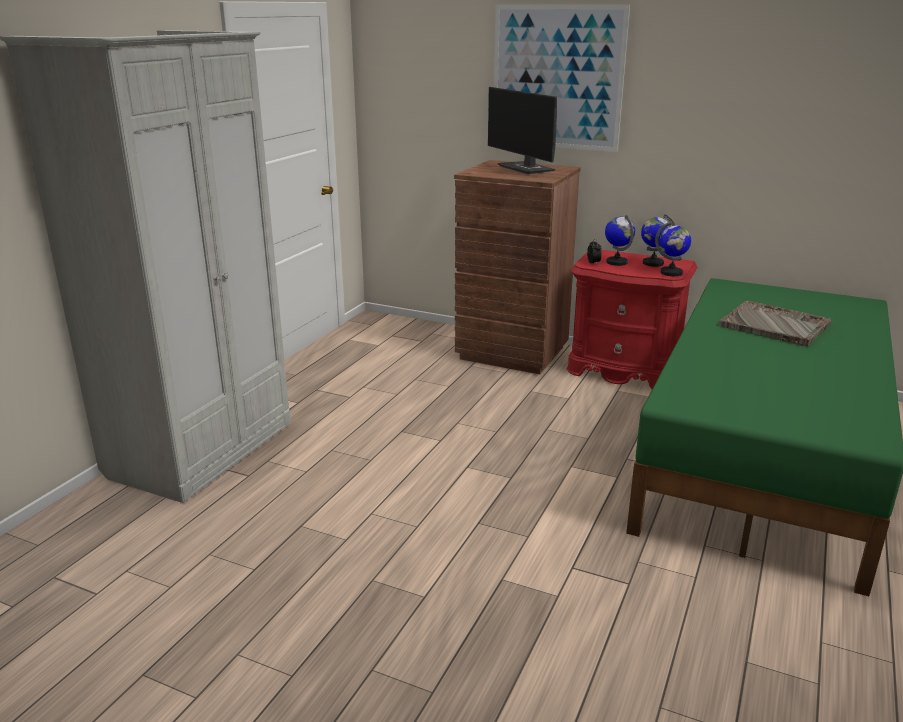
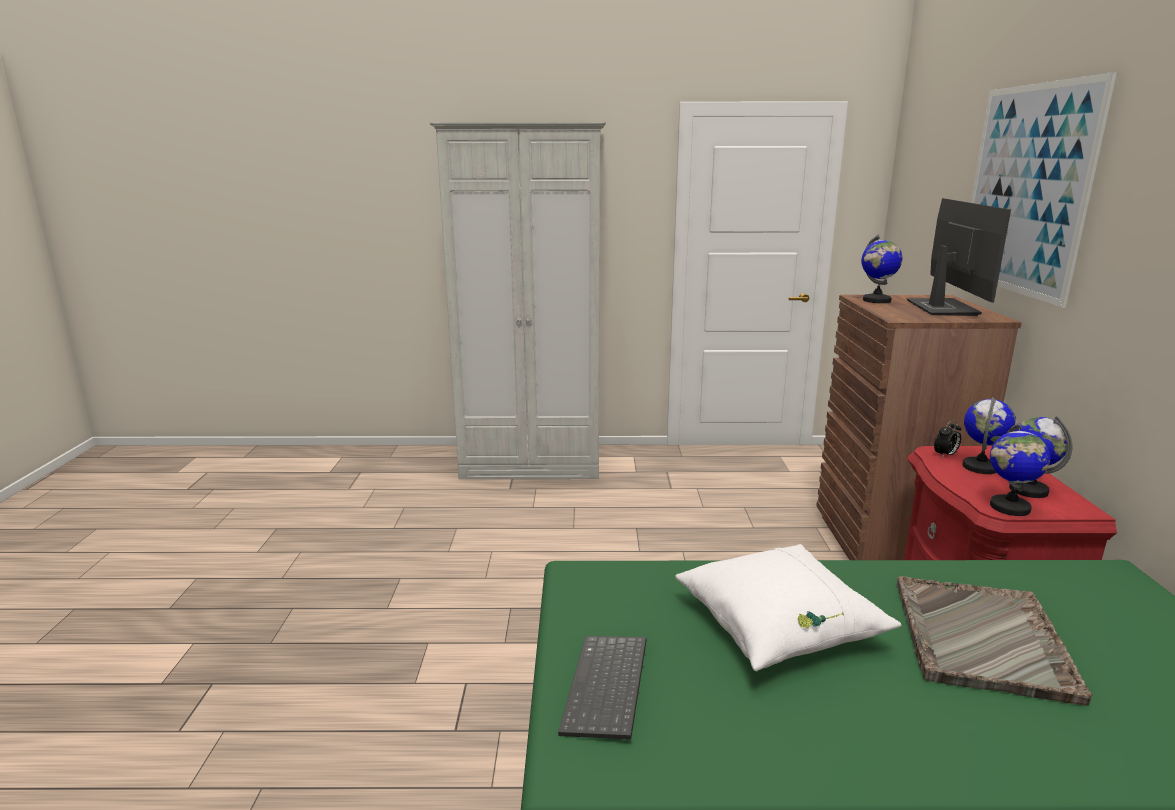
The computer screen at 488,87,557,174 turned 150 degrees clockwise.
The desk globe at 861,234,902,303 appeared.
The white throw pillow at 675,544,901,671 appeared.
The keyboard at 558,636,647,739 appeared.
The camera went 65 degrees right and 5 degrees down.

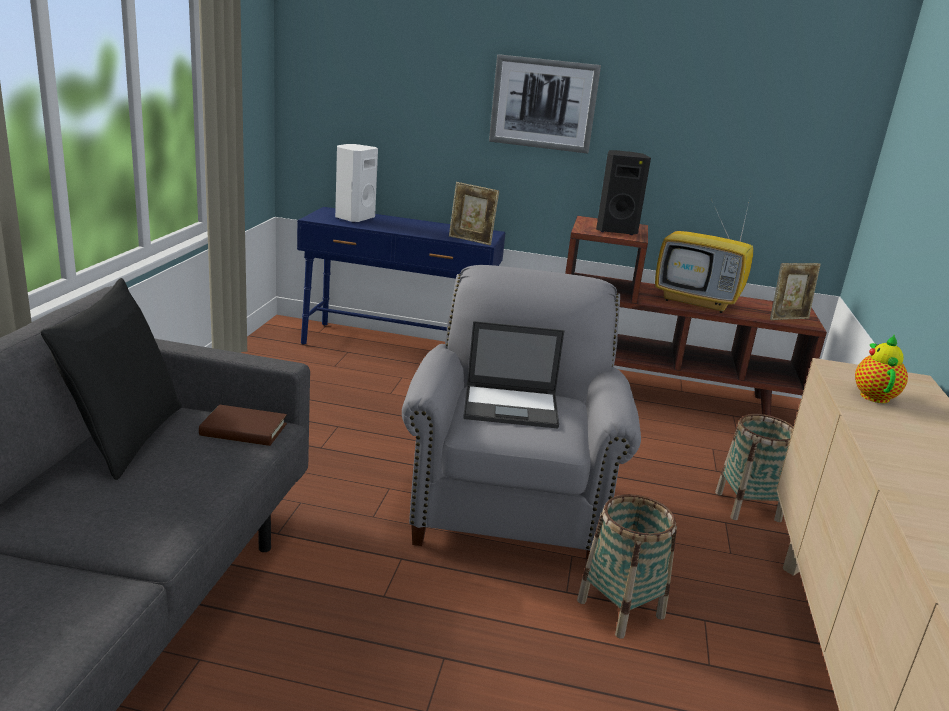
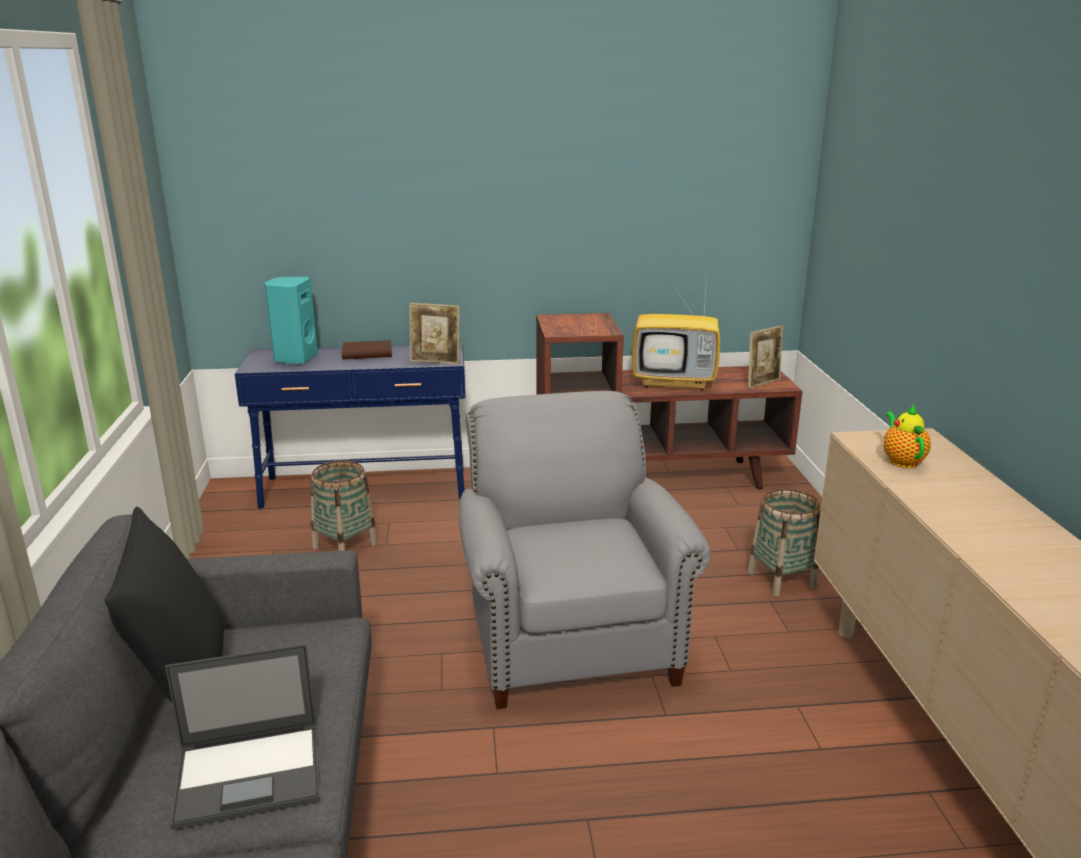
The picture at 489,54,601,153 disappeared.
The white loudspeaker at 335,144,378,223 became the turquoise loudspeaker at 264,277,318,365.
The black loudspeaker at 596,150,651,235 disappeared.
The portable computer moved from 463,321,565,429 to 165,644,320,830.
The brown volume moved from 199,405,287,446 to 342,340,392,360.
The household basket moved from 577,494,677,639 to 311,461,378,551.
The camera went 15 degrees left and 0 degrees up.

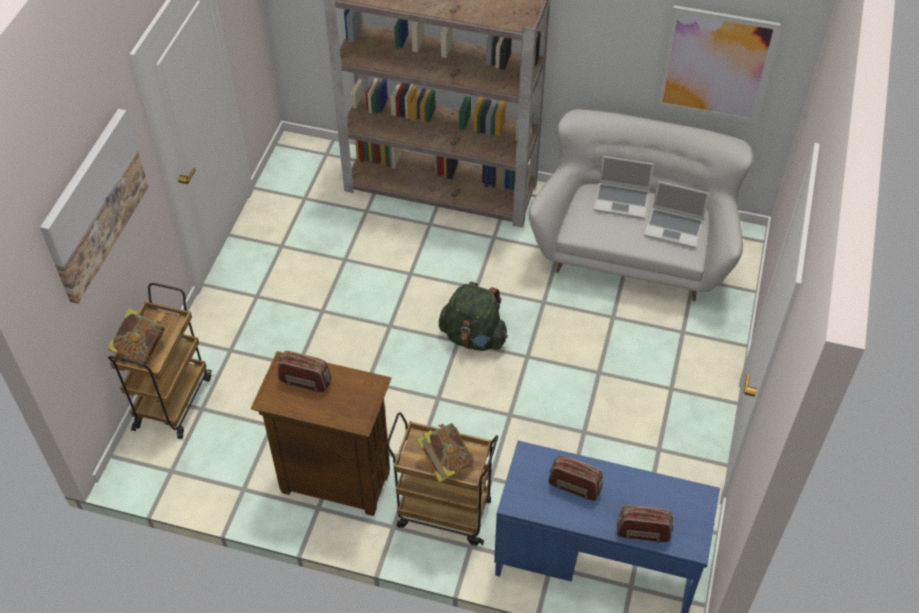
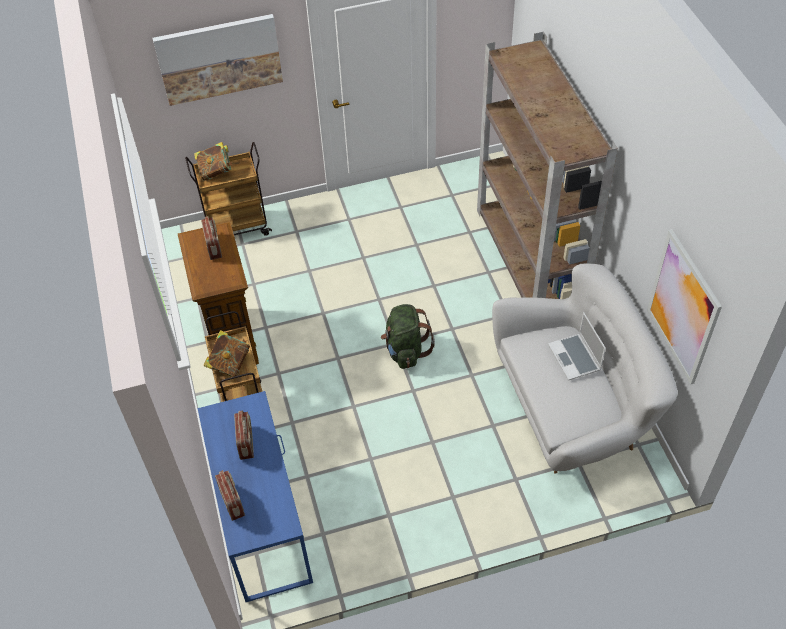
The portable computer at 644,181,709,248 disappeared.
The camera went 60 degrees right and 0 degrees up.

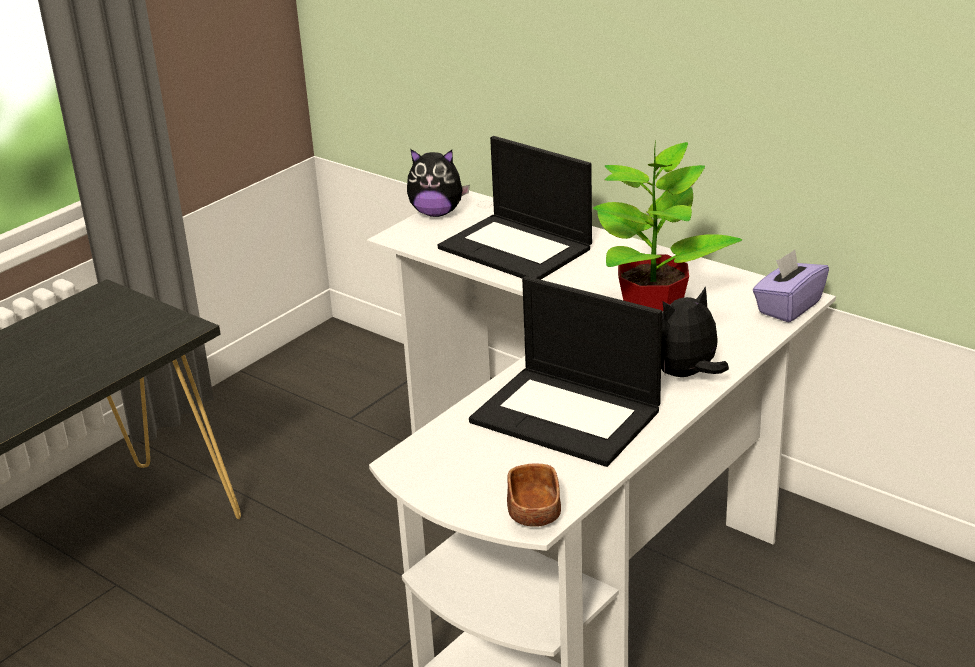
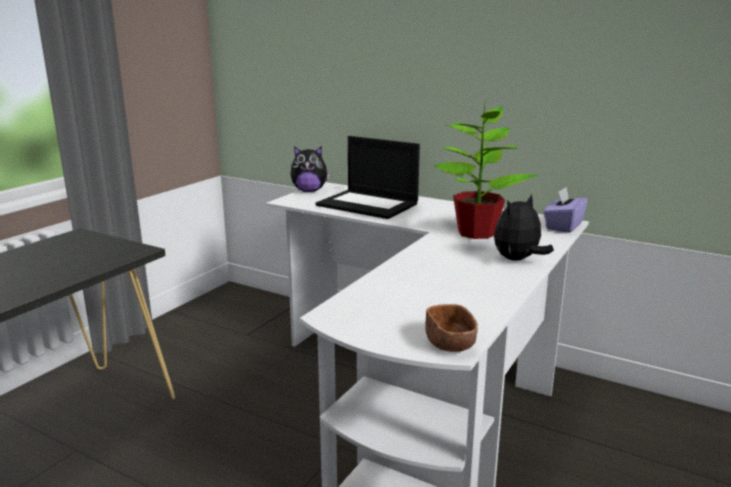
The portable computer at 469,276,662,467 disappeared.
The camera went 10 degrees left and 10 degrees down.

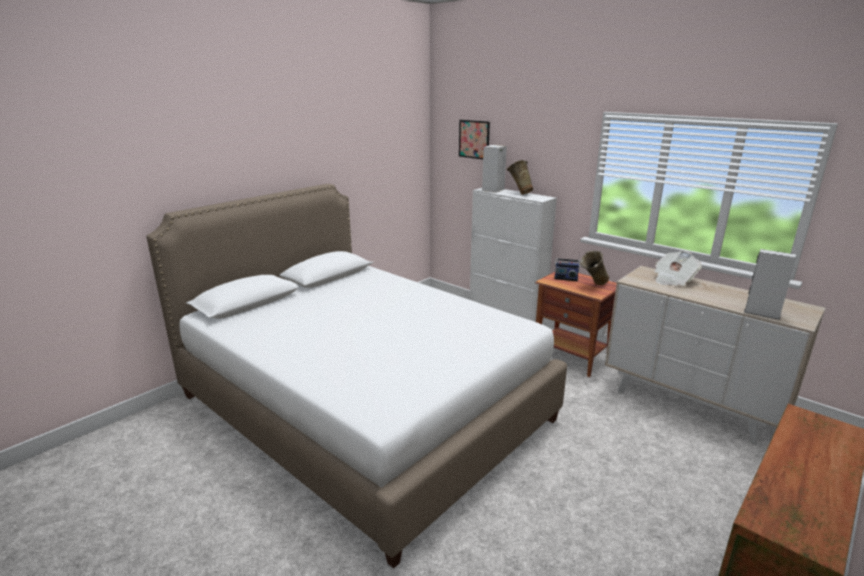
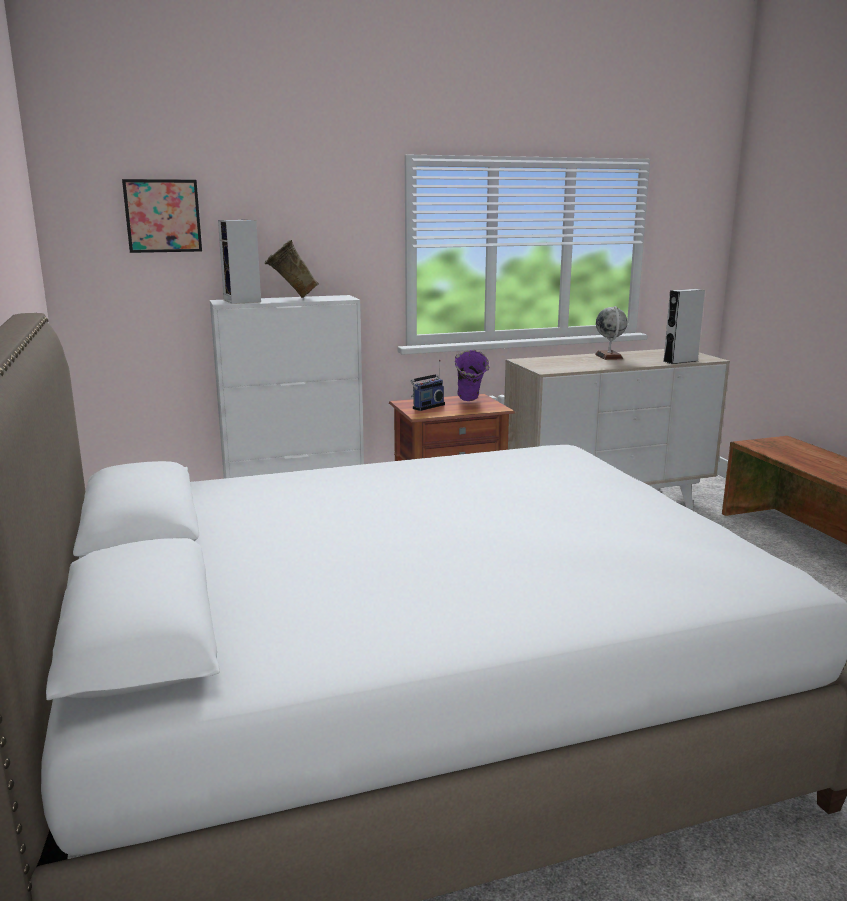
The beige-coloured decorative vase at 580,251,609,285 became the purple-coloured decorative vase at 455,350,490,401.
The newspaper at 654,251,702,286 disappeared.
The desk globe at 595,306,628,360 appeared.
The camera went 60 degrees left and 5 degrees down.

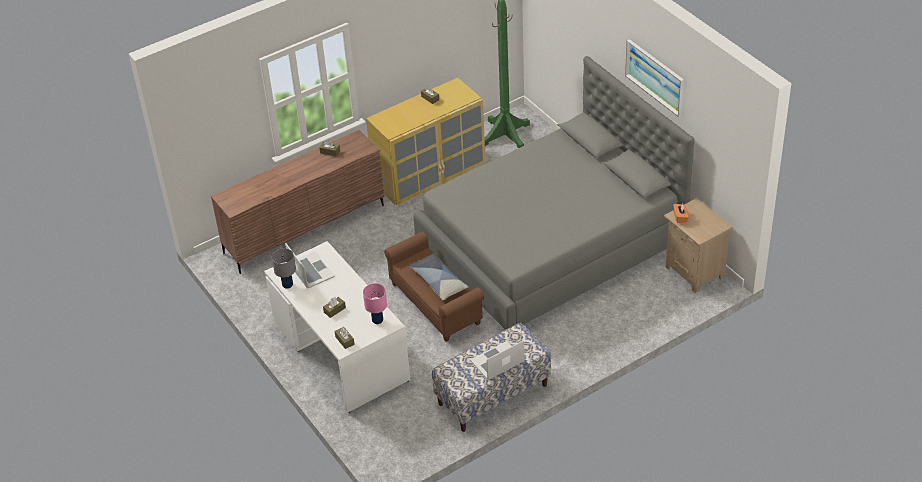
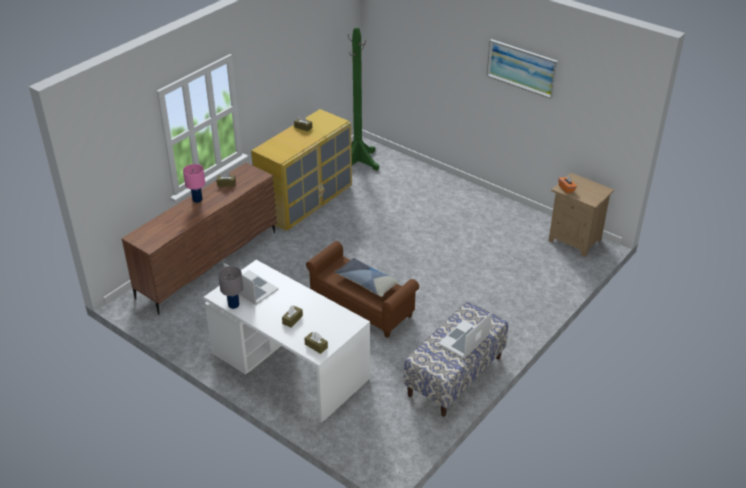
The grey sleeping bed at 413,56,694,330 disappeared.
The pink tabletop lamp moved from 363,283,387,324 to 183,164,205,203.
The camera went 20 degrees left and 5 degrees down.

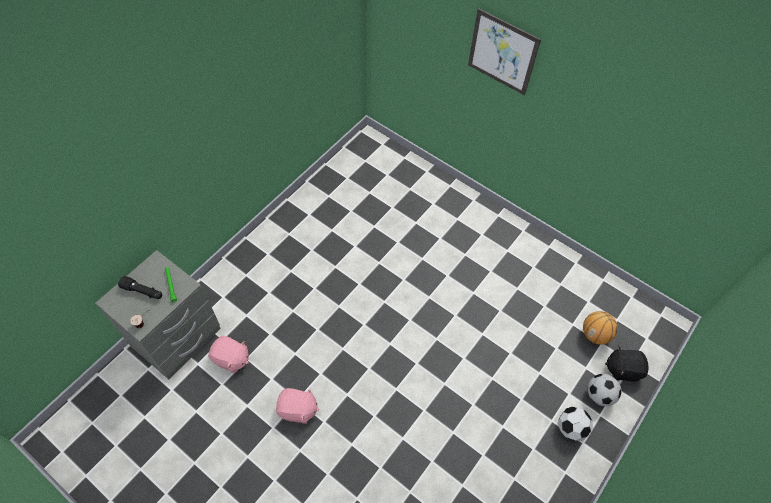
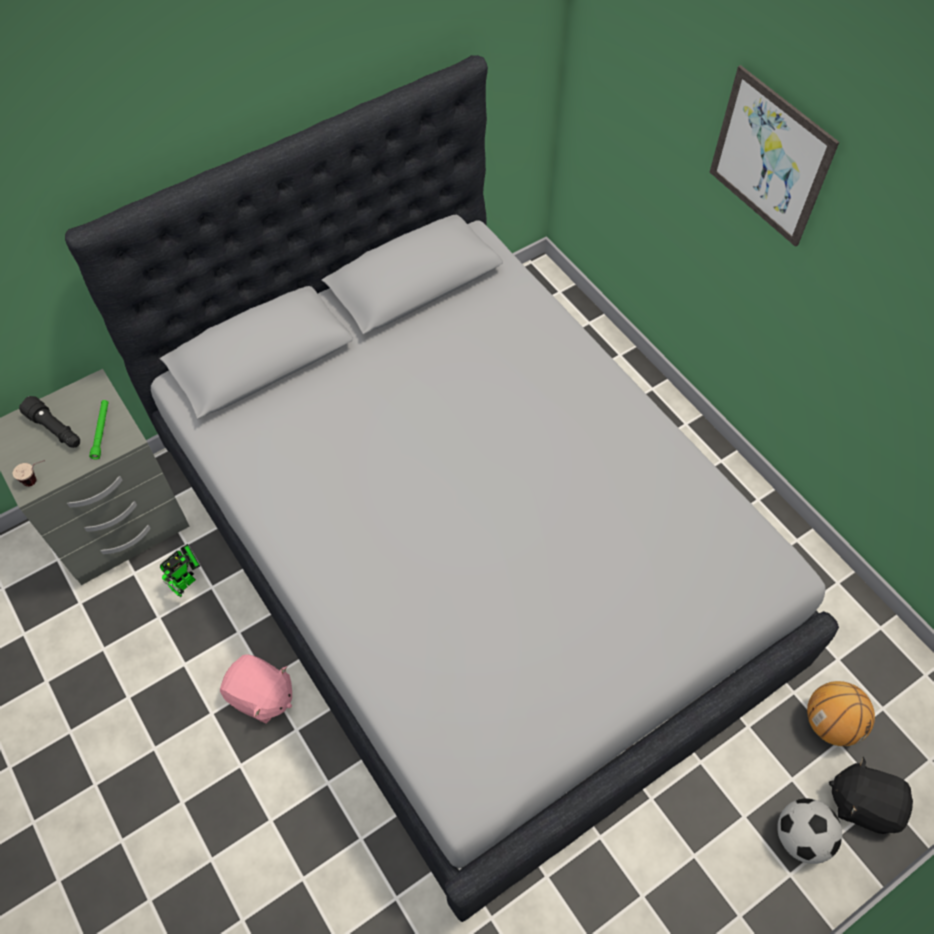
The pink soft toy at 208,336,249,373 was replaced by the toy robot at 160,544,200,597.
The football at 558,407,593,441 disappeared.
The grey sleeping bed at 65,55,839,922 appeared.
The camera went 20 degrees right and 0 degrees up.

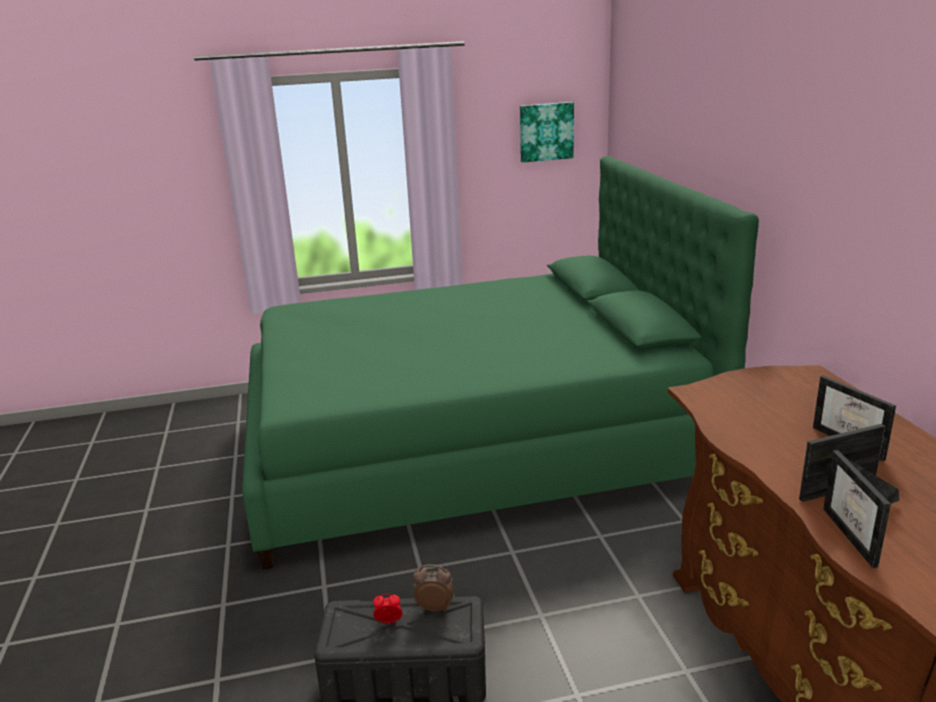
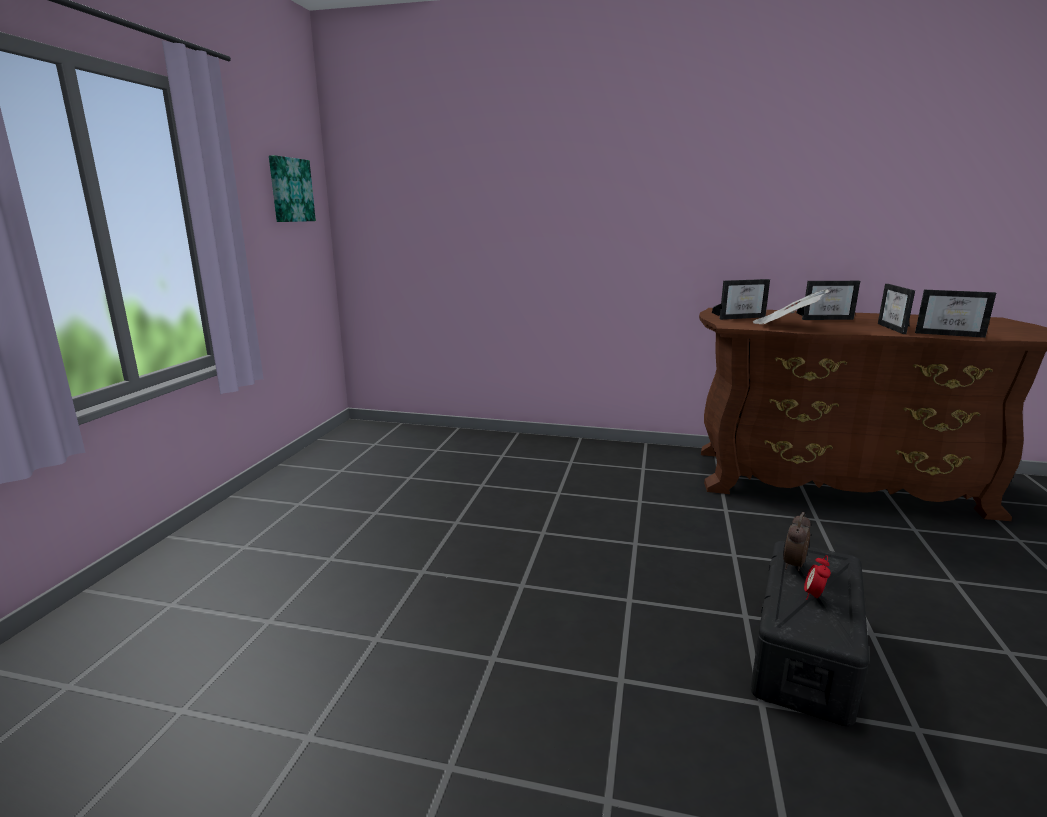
The greenish sleeping bed at 242,156,759,569 disappeared.
The picture frame at 712,279,770,320 appeared.
The newspaper at 753,290,829,325 appeared.
The camera went 65 degrees left and 5 degrees down.

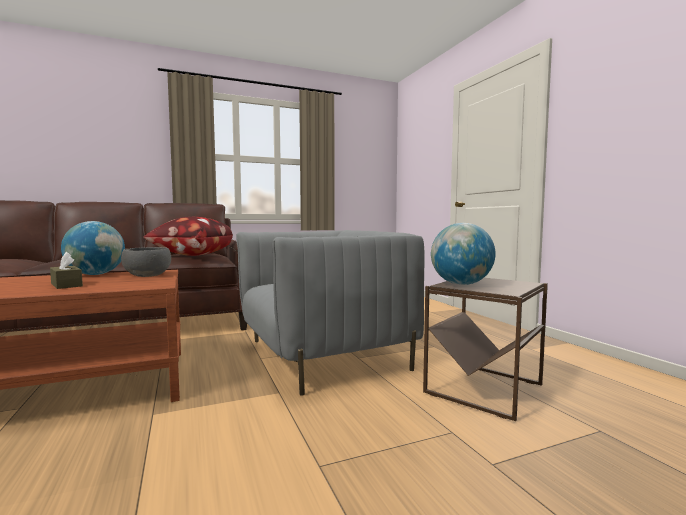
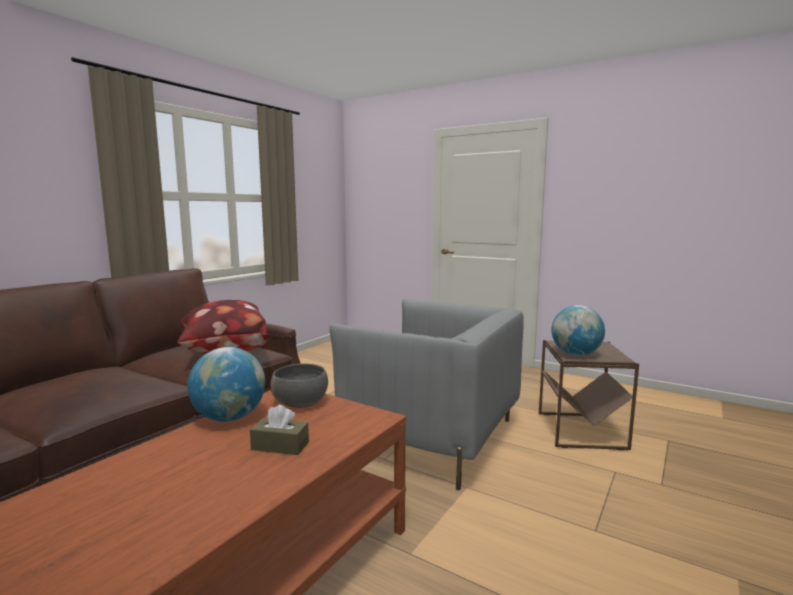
The grey armchair at 236,230,425,396 turned 90 degrees clockwise.
The camera went 35 degrees left and 5 degrees up.

